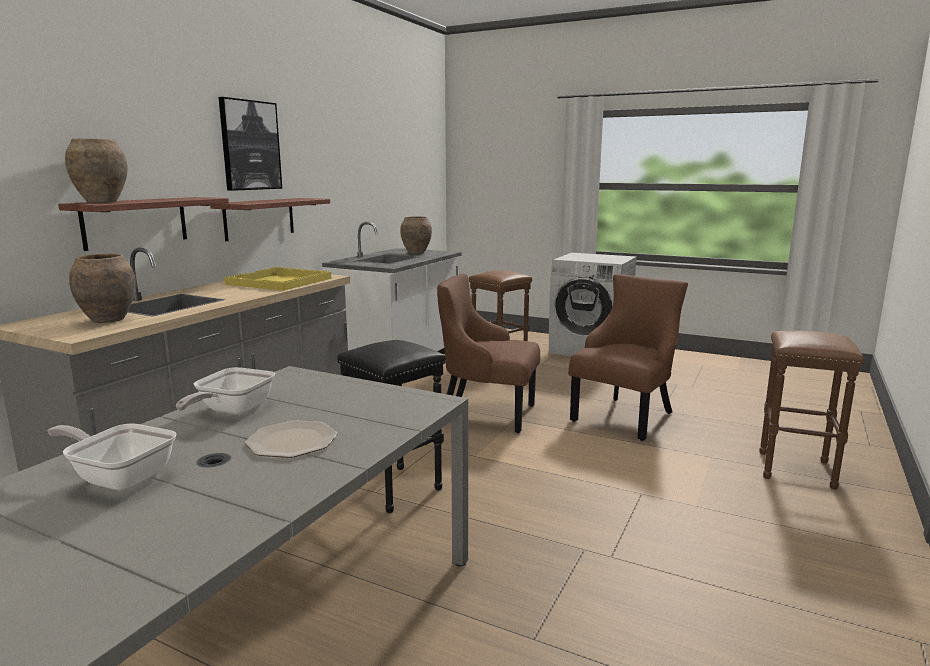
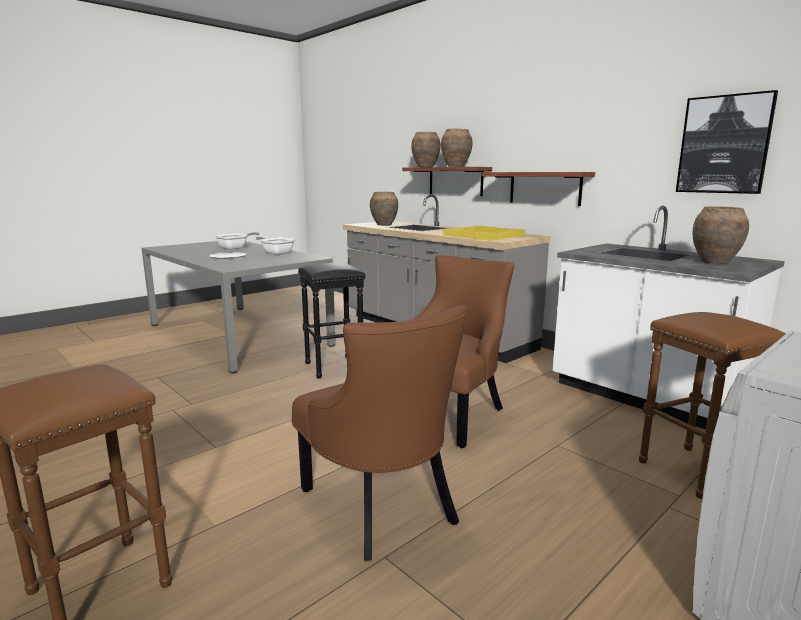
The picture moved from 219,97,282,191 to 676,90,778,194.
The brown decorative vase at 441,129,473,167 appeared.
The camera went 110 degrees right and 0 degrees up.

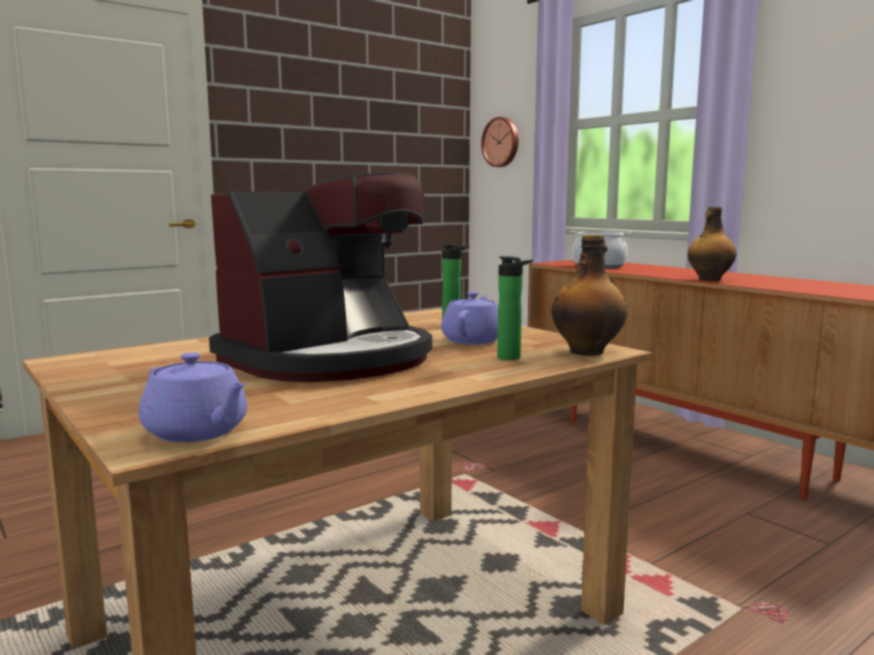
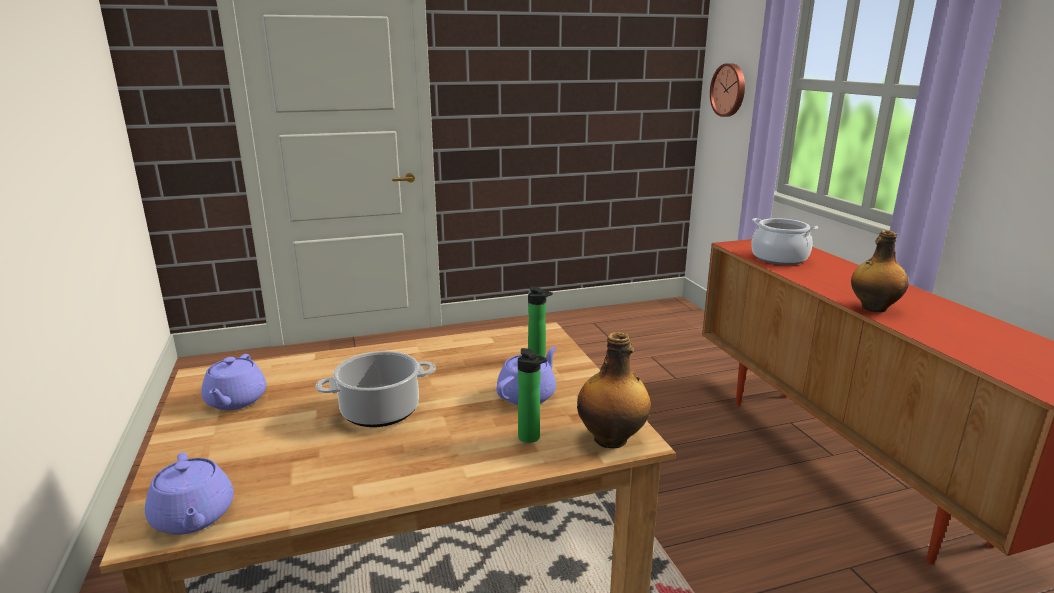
The coffee maker at 209,173,432,382 was replaced by the saucepot at 316,351,436,427.
The purple-coloured pot for tea at 201,354,266,410 appeared.
The camera went 20 degrees right and 10 degrees up.

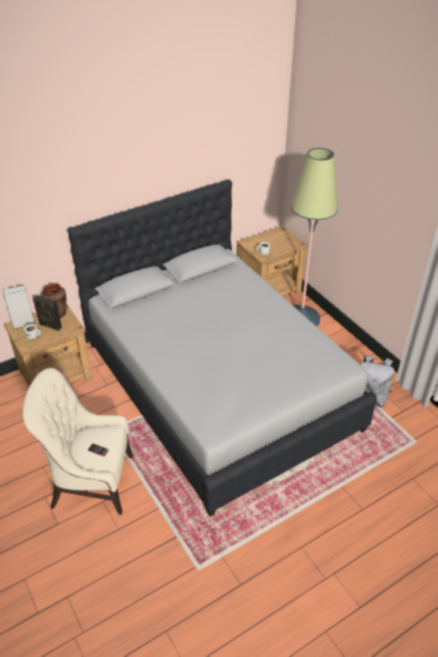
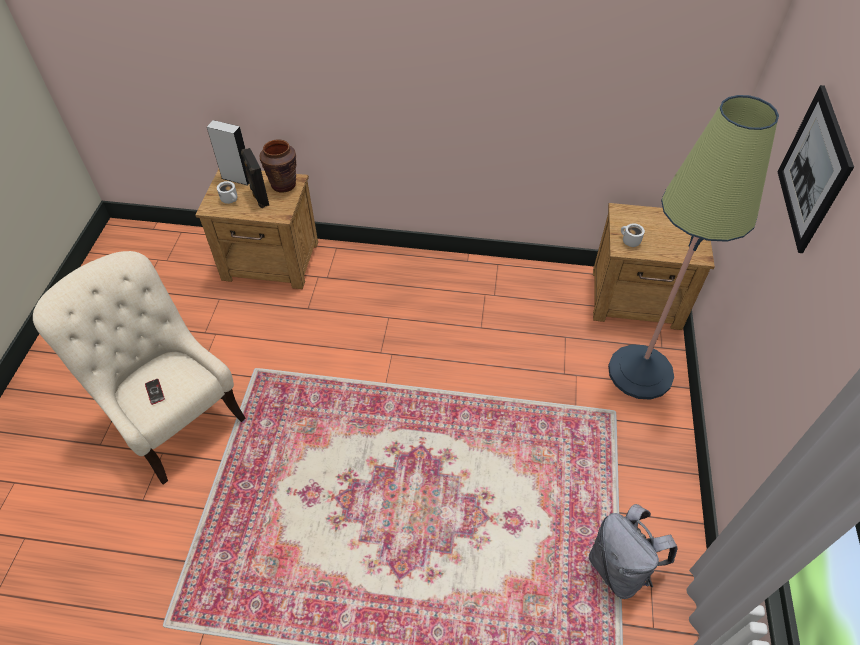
The grey sleeping bed at 68,179,377,517 disappeared.
The picture at 778,85,854,253 appeared.
The camera went 40 degrees right and 10 degrees up.

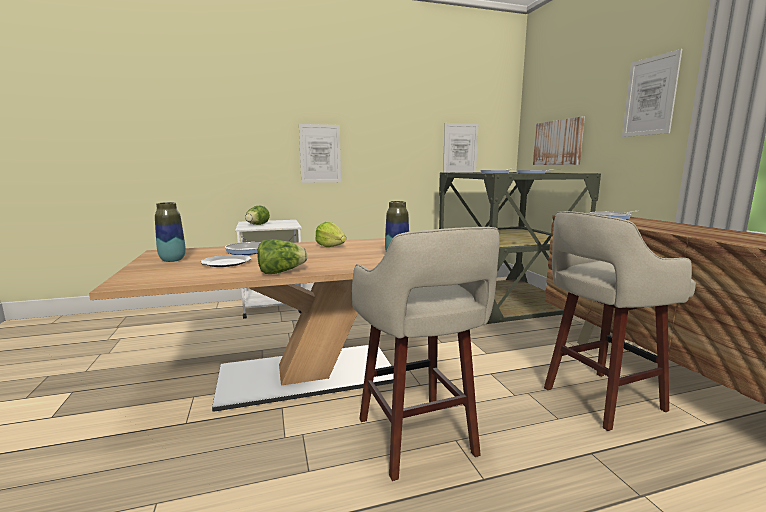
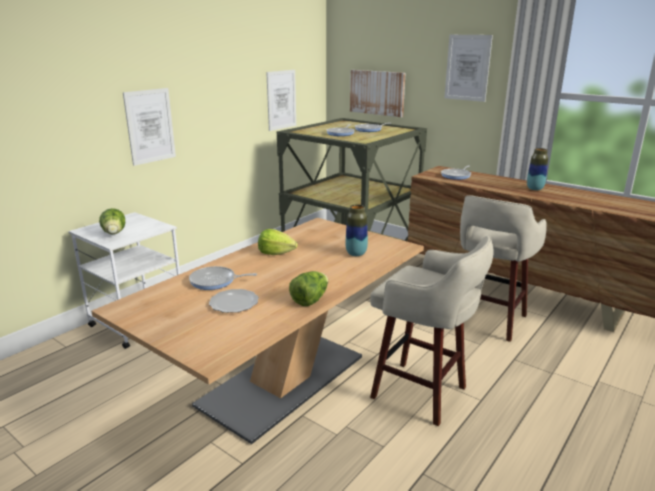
The decorative vase moved from 155,202,186,262 to 527,148,548,190.
The camera went 35 degrees left and 10 degrees up.

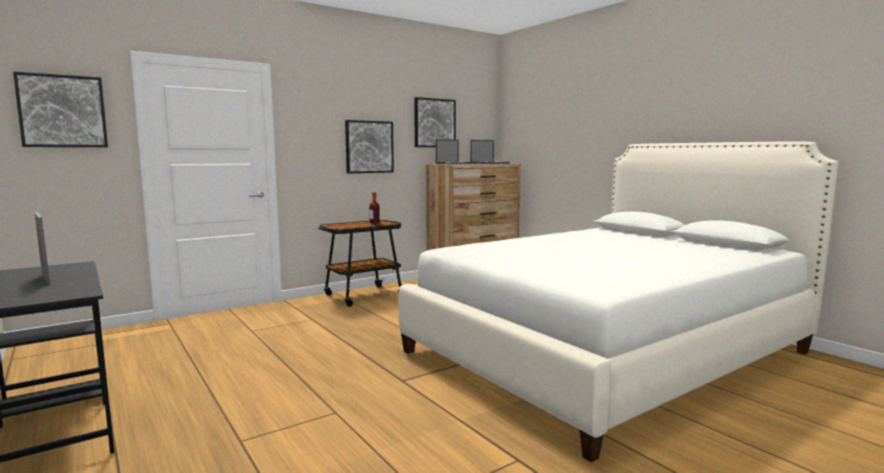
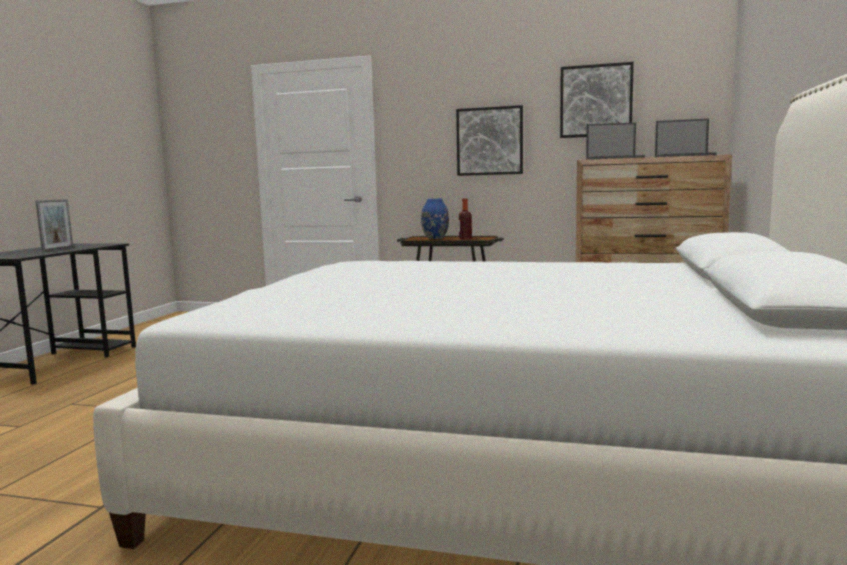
The picture at 13,72,108,147 disappeared.
The blue decorative vase at 421,199,449,239 appeared.
The camera went 50 degrees right and 0 degrees up.

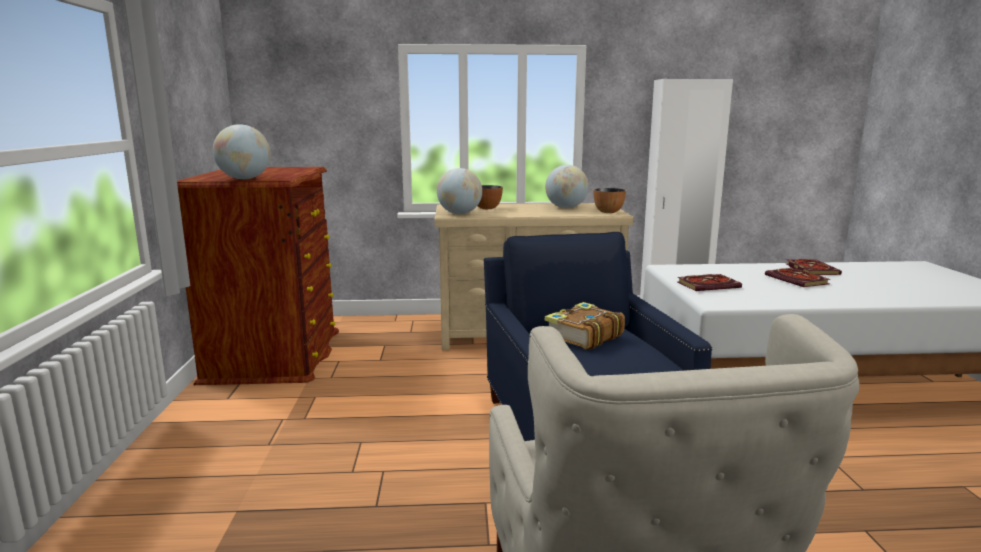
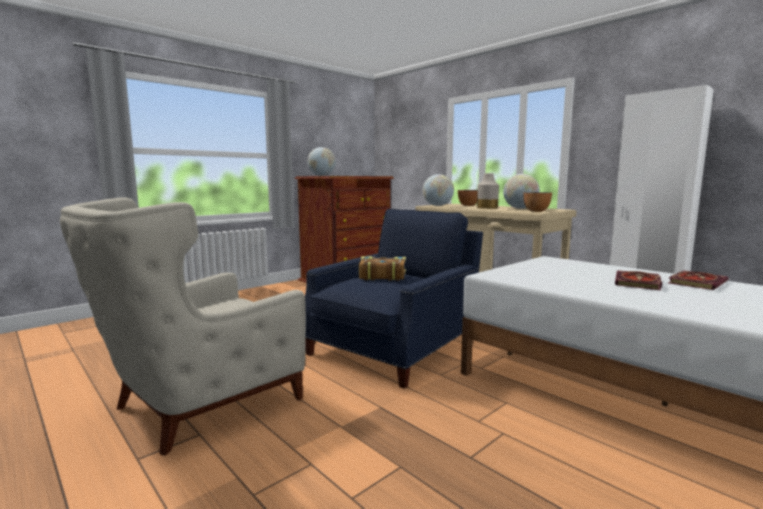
The volume at 677,274,742,291 disappeared.
The beige-coloured decorative vase at 477,173,499,209 appeared.
The camera went 50 degrees right and 5 degrees down.

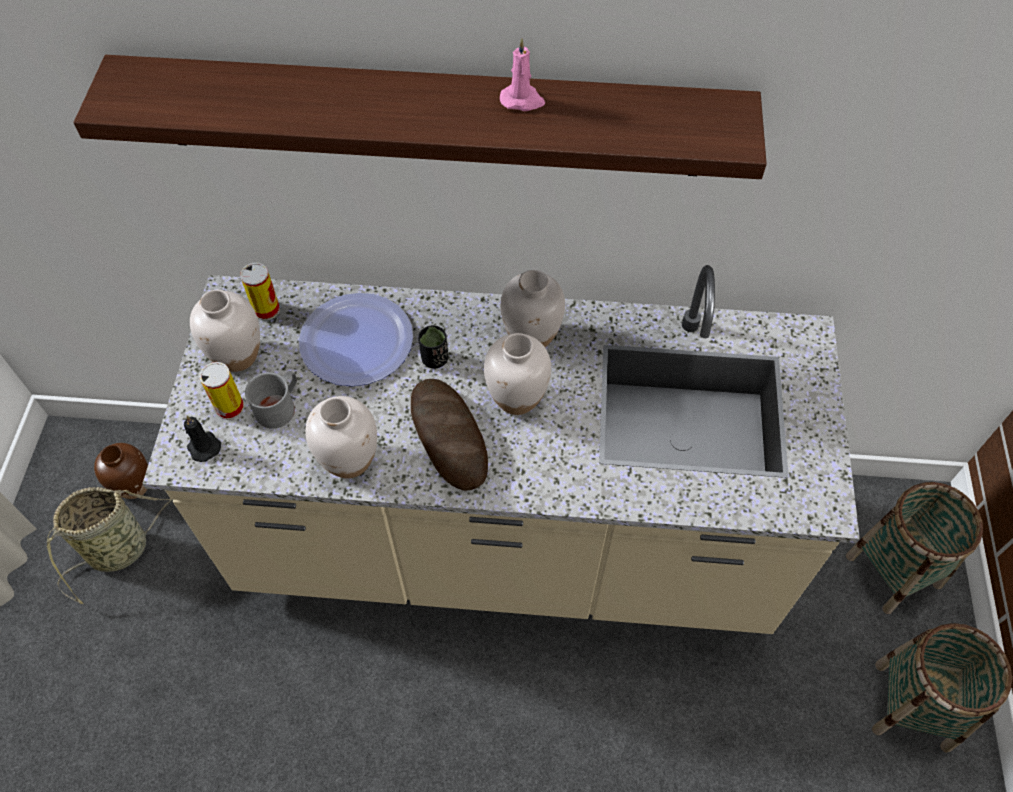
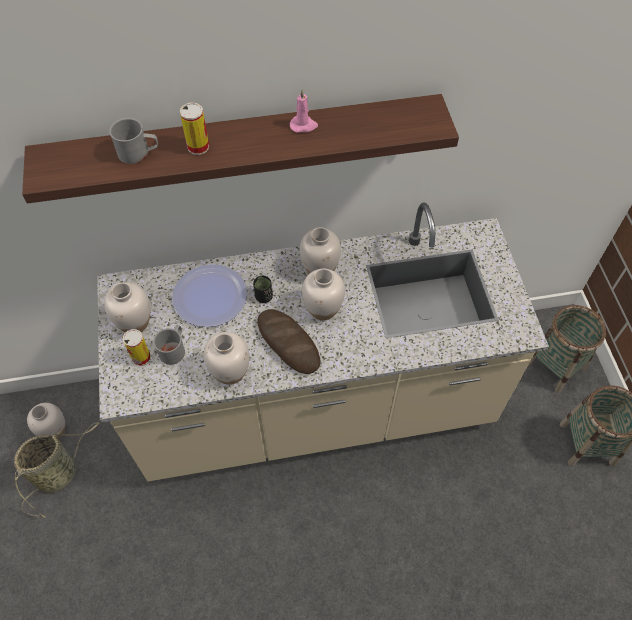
The sealed can moved from 240,263,280,320 to 180,103,209,155.
The black wax light at 184,415,221,462 disappeared.
The brown decorative vase at 94,443,148,499 became the white decorative vase at 27,403,65,439.
The grey tea mug at 109,118,158,164 appeared.
The camera went 15 degrees left and 0 degrees up.

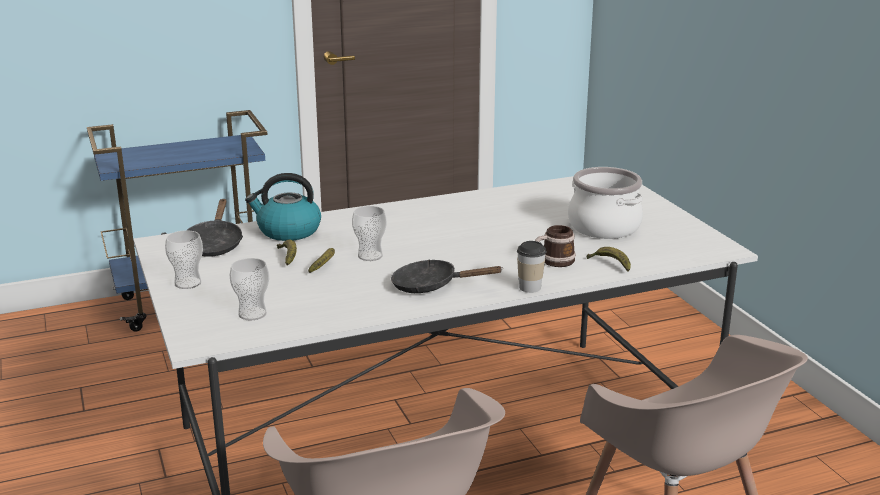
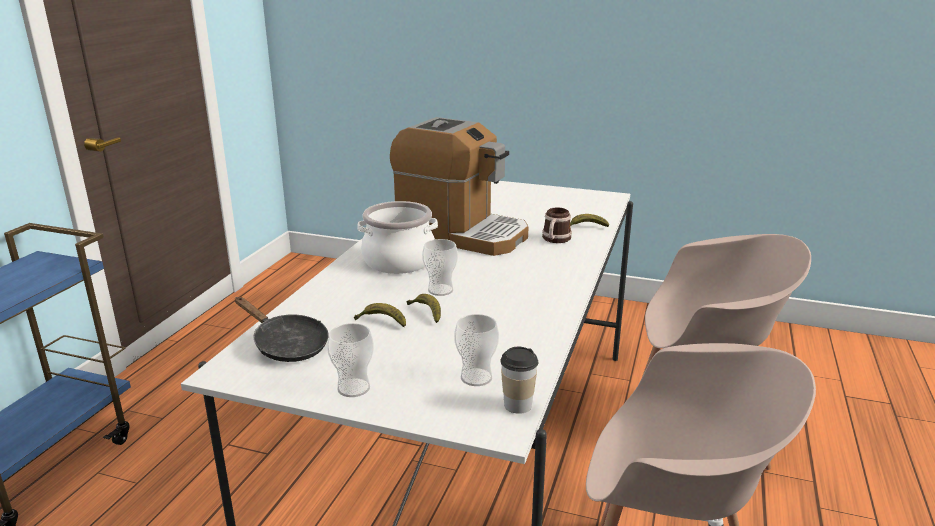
The saucepot moved from 568,167,643,239 to 358,201,438,274.
The water kettle at 245,173,321,241 disappeared.
The cup moved from 517,241,546,293 to 500,347,538,414.
The black skillet at 391,260,502,293 disappeared.
The coffee maker at 390,117,528,256 appeared.
The camera went 50 degrees left and 0 degrees up.

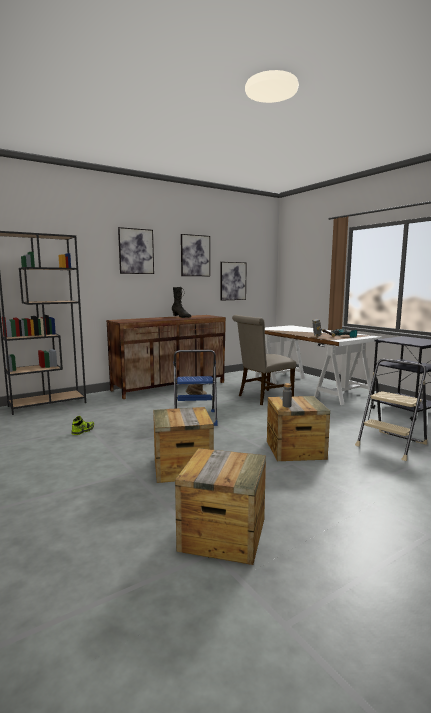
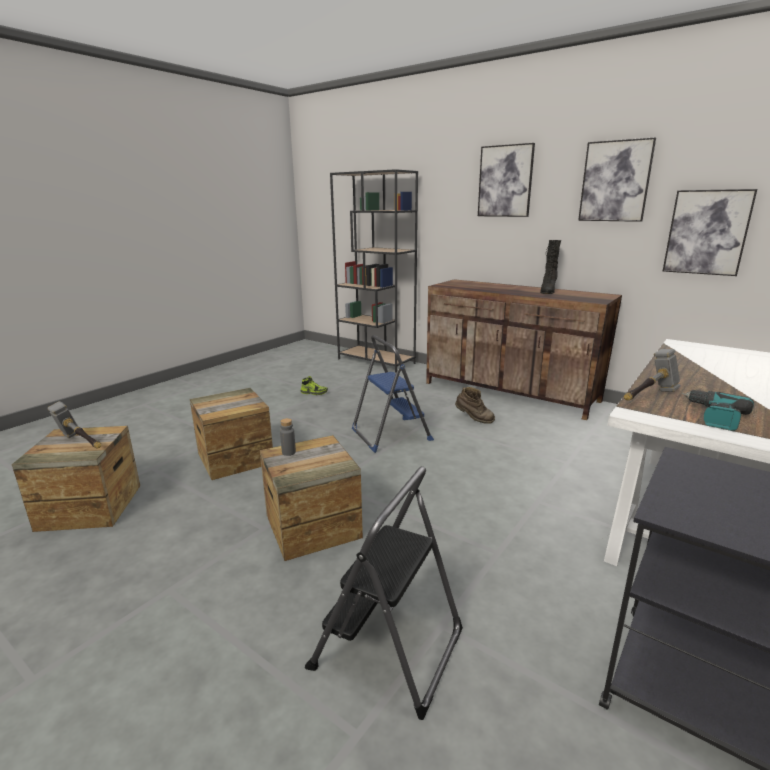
The beige-coloured plain chair at 232,315,296,405 disappeared.
The beige-coloured step ladder at 355,359,427,461 became the black step ladder at 305,466,463,720.
The tool hammer at 47,401,101,448 appeared.
The camera went 70 degrees right and 10 degrees up.

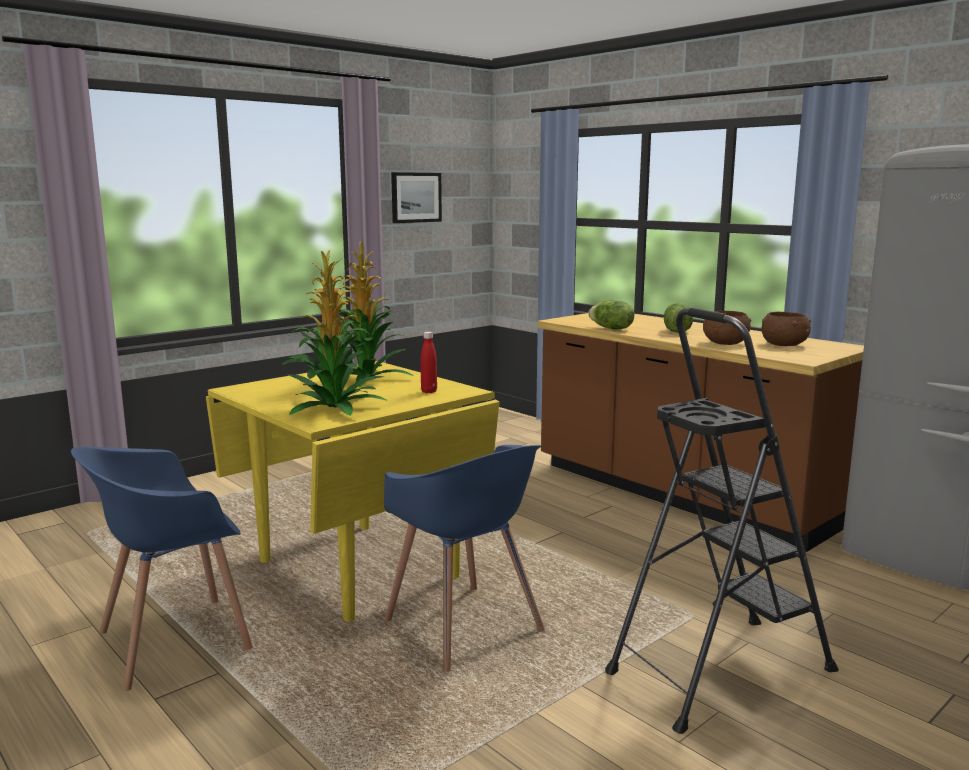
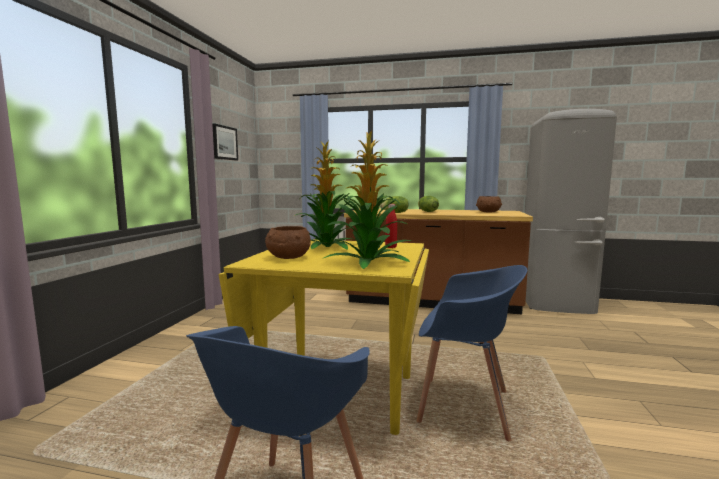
The step ladder at 605,308,839,734 disappeared.
The brown serving bowl moved from 703,311,751,345 to 265,226,311,259.
The camera went 35 degrees left and 5 degrees down.

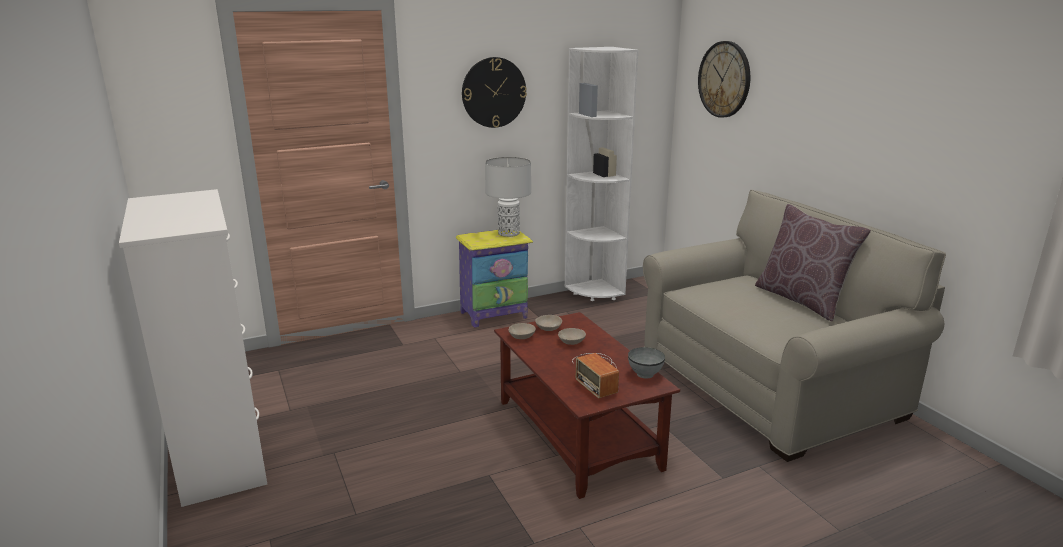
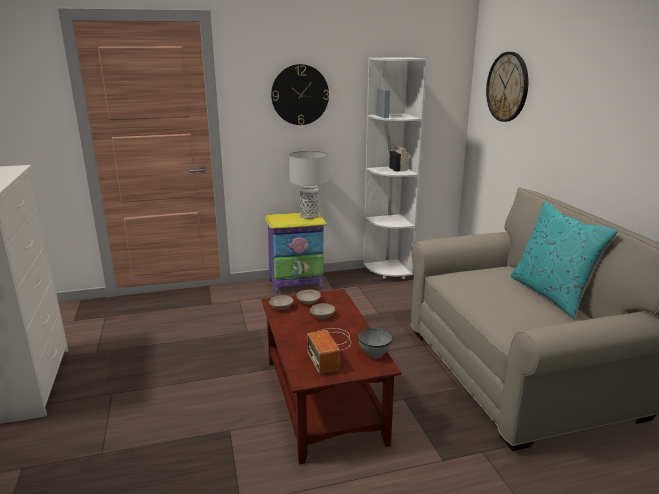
The brown throw pillow at 755,204,871,322 became the turquoise throw pillow at 510,202,618,318.
The camera went 10 degrees right and 0 degrees up.

